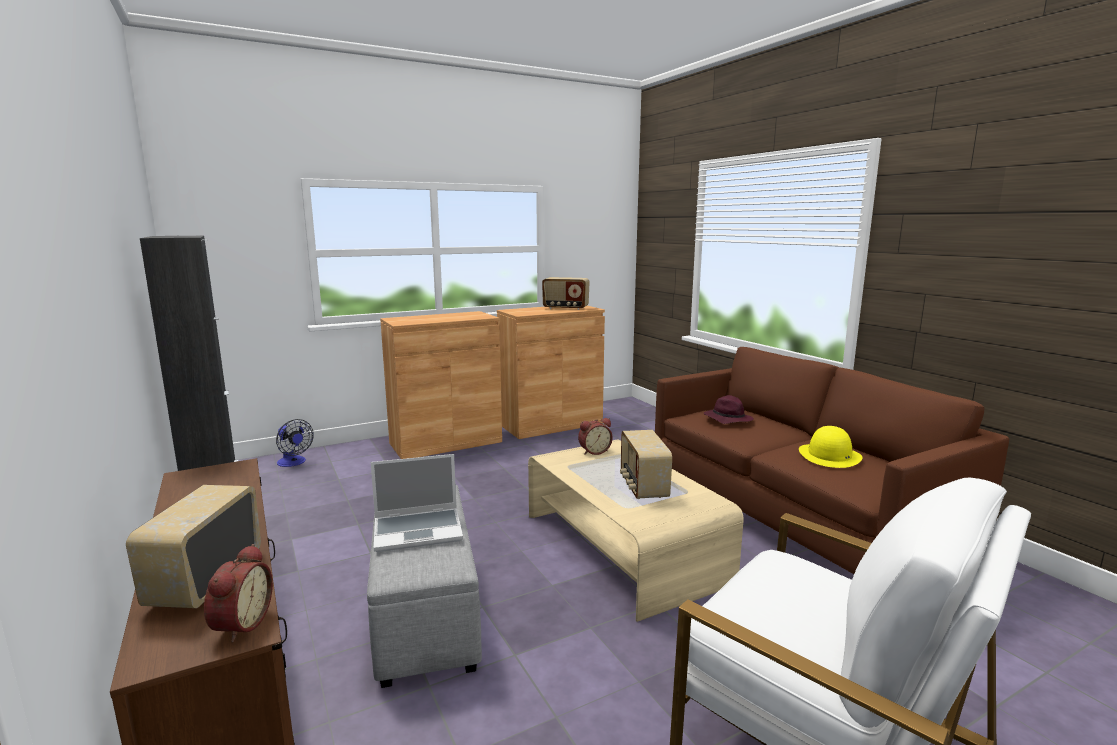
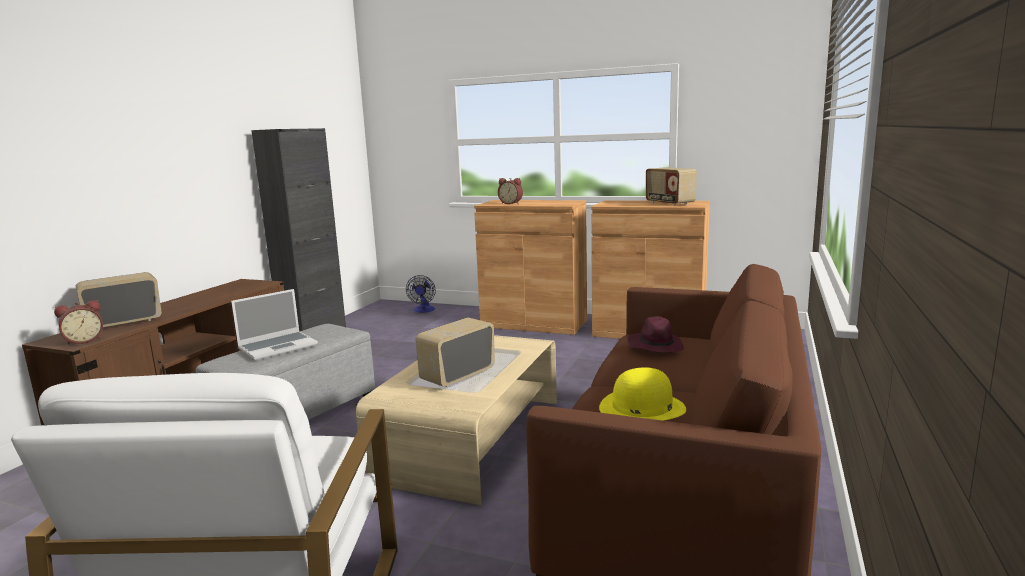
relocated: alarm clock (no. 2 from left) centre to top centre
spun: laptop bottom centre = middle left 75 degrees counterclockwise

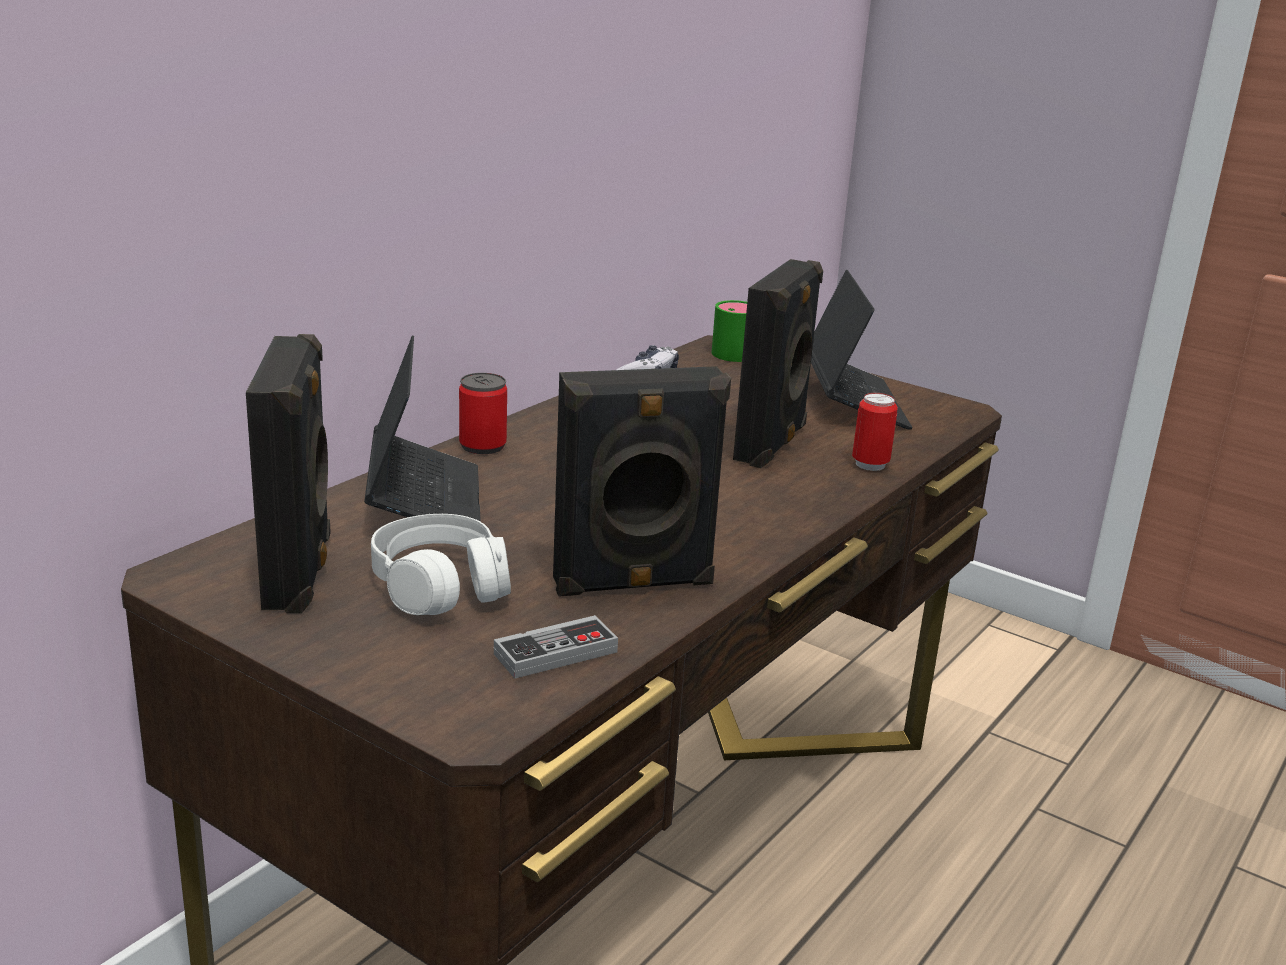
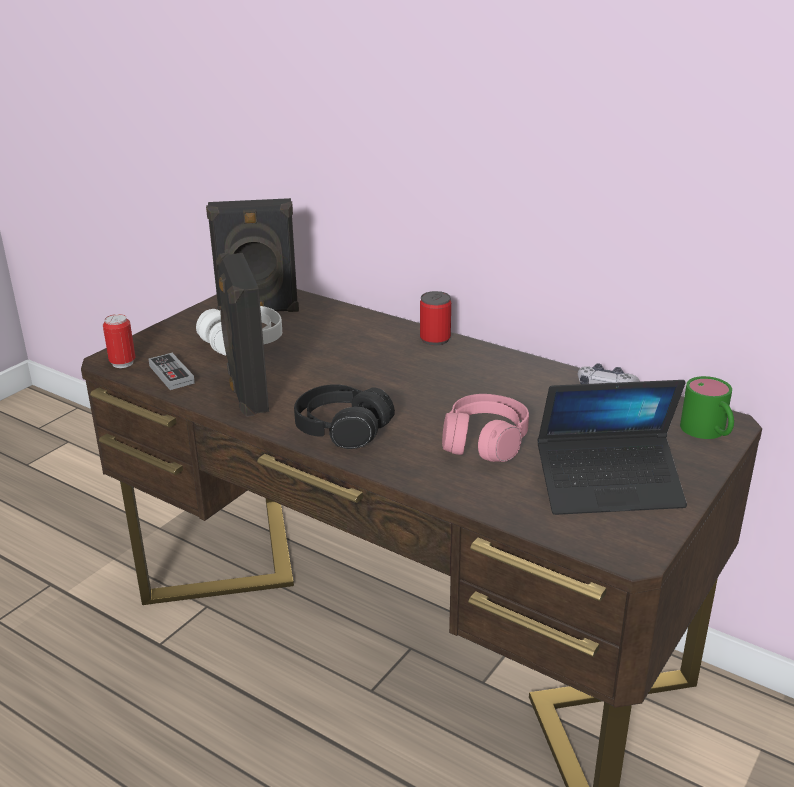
missing: laptop (no. 1 from left) middle left
appeared: black headphones centre
relocated: can (no. 2 from left in the first image) middle right to can (no. 1 from left) middle left
exchanged: black speaker (no. 3 from left) centre to pink headphones centre

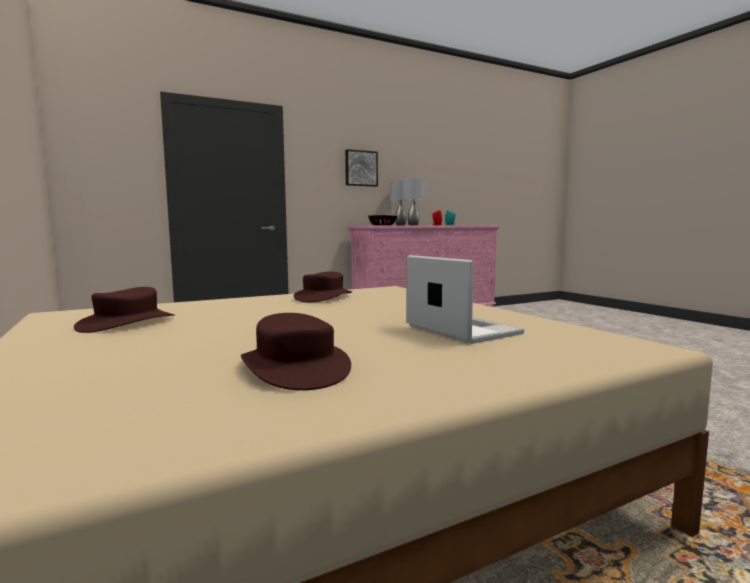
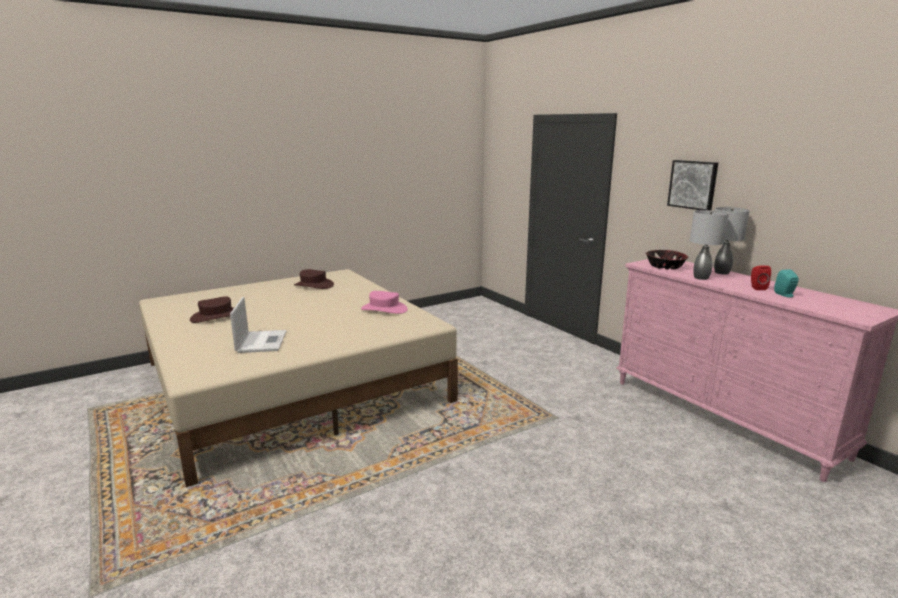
colour: brown hat (no. 3 from left) centre to pink hat centre
spun: laptop centre = middle left 60 degrees counterclockwise

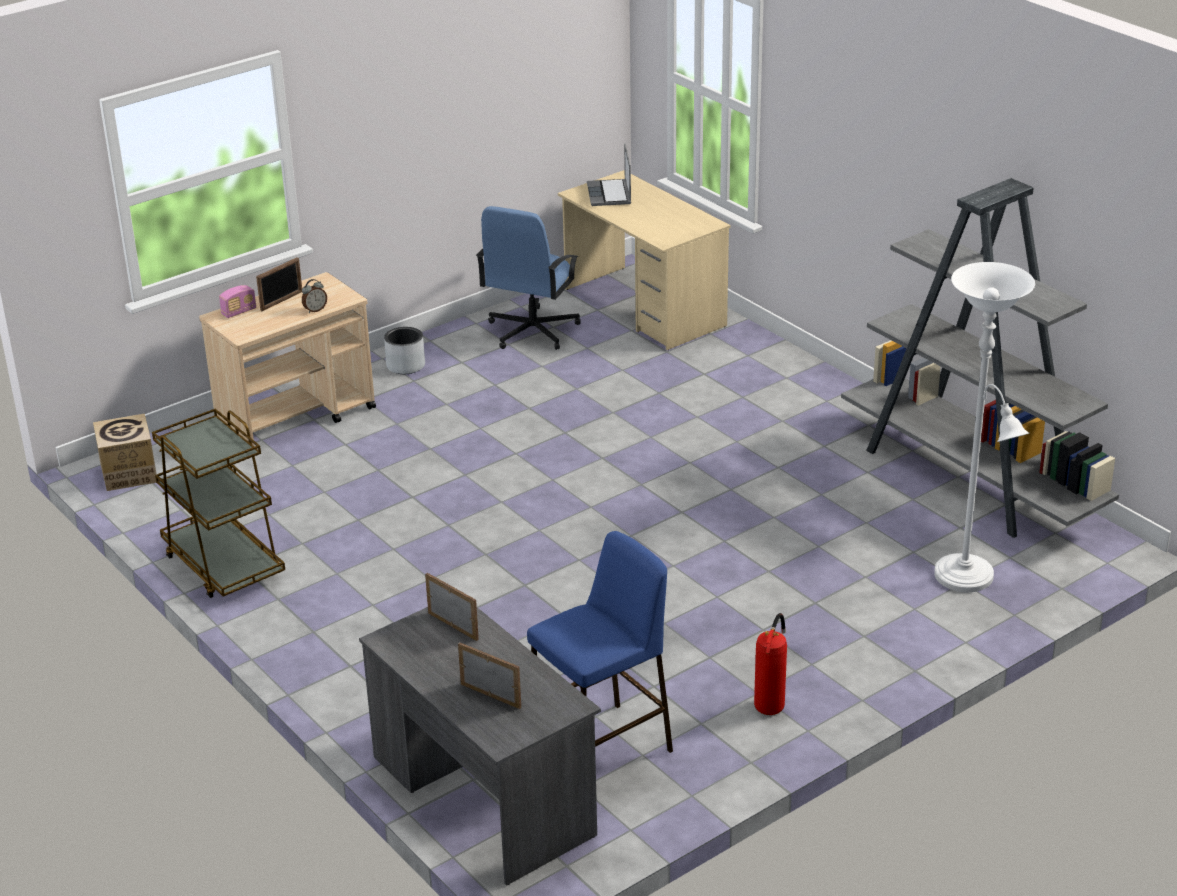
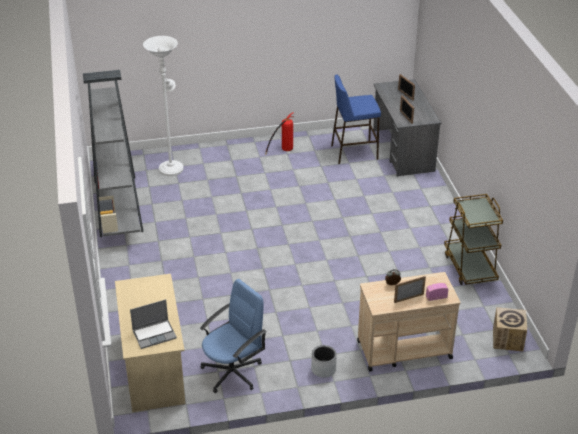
spun: laptop top centre = bottom left 45 degrees clockwise

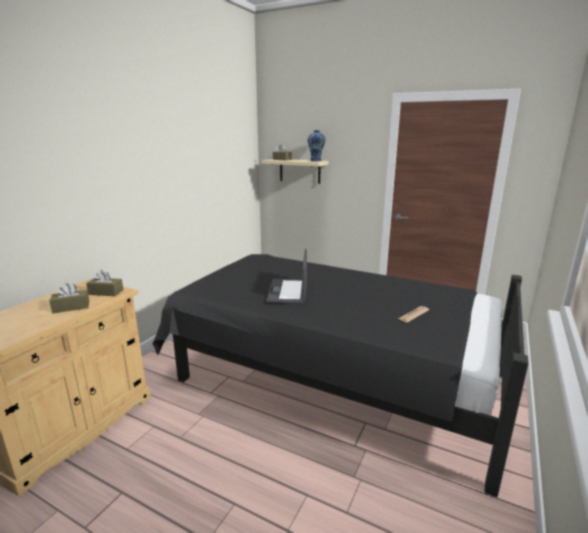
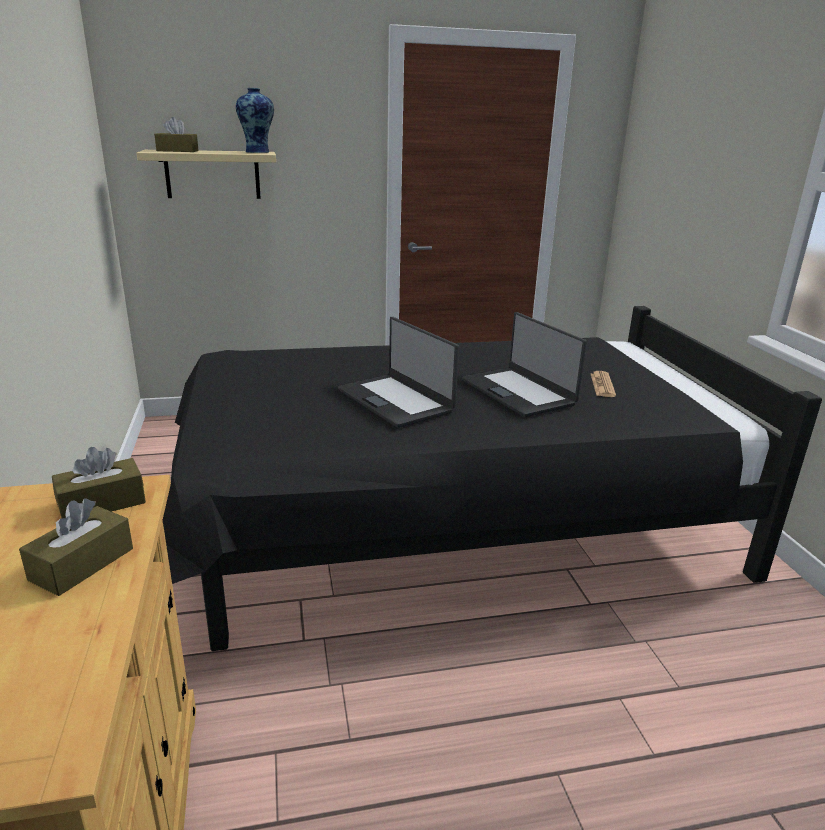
appeared: laptop (no. 2 from left) centre

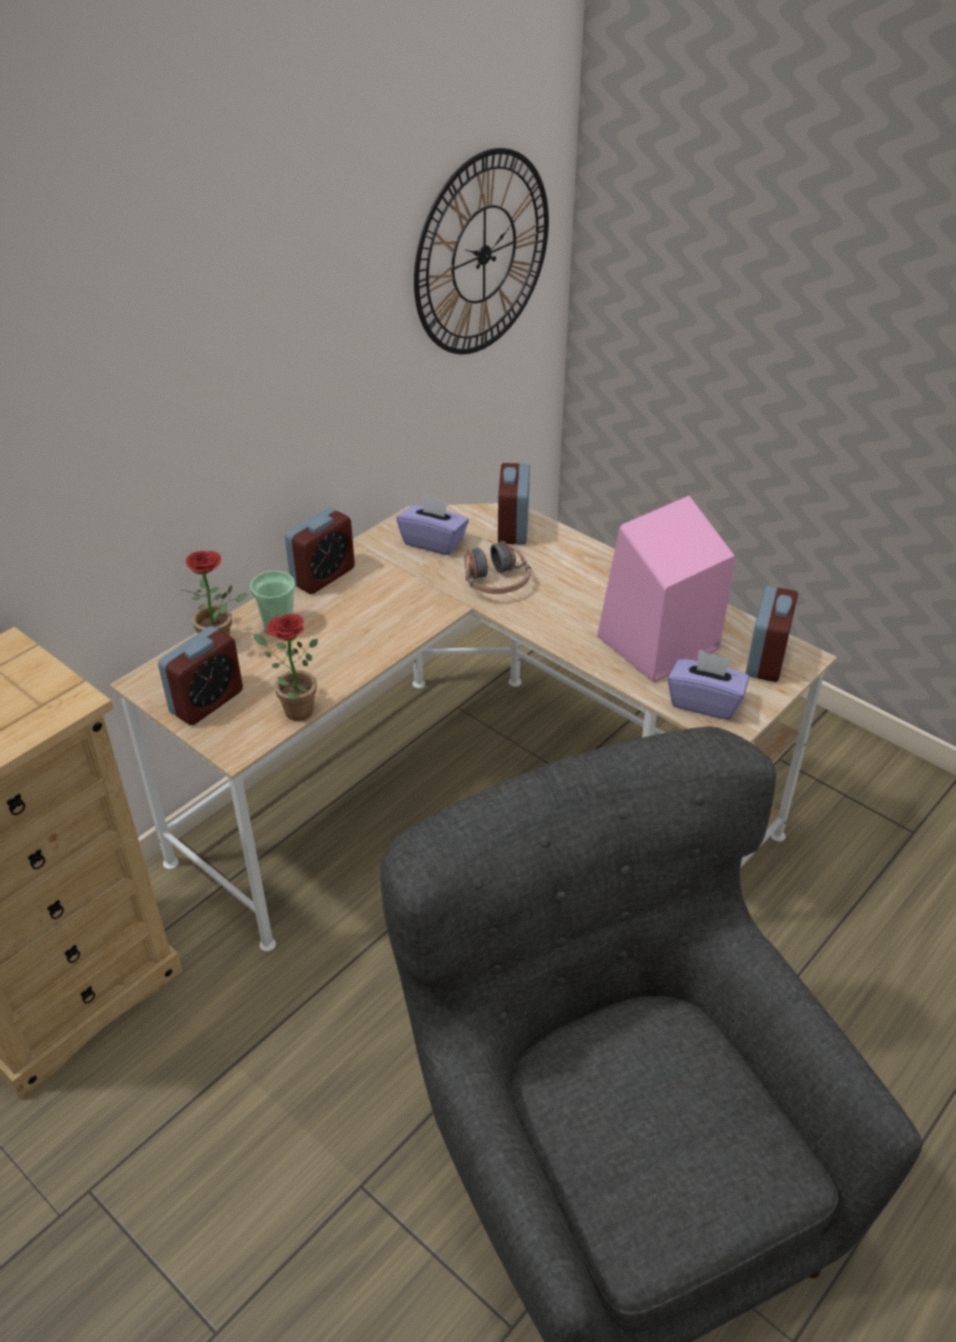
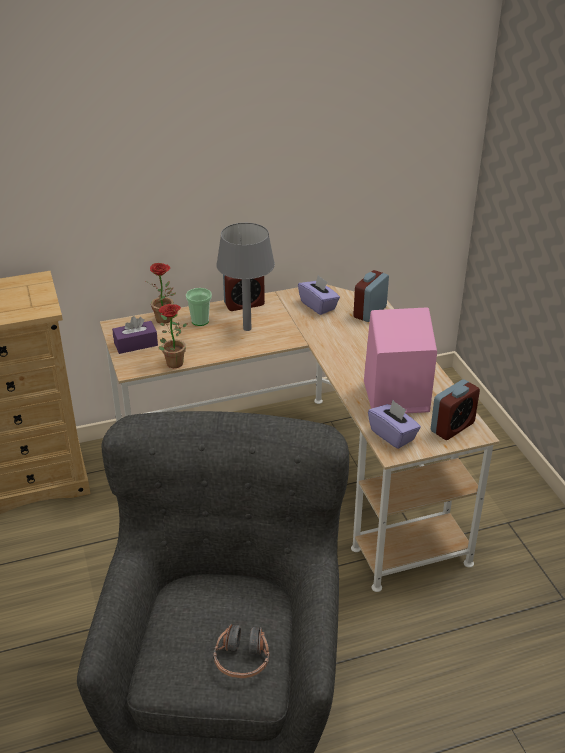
missing: wall clock top centre
appeared: grey table lamp centre
relocated: headphones centre to bottom centre
exchanged: alarm clock (no. 1 from left) middle left to purple tissue box (no. 1 from left) middle left

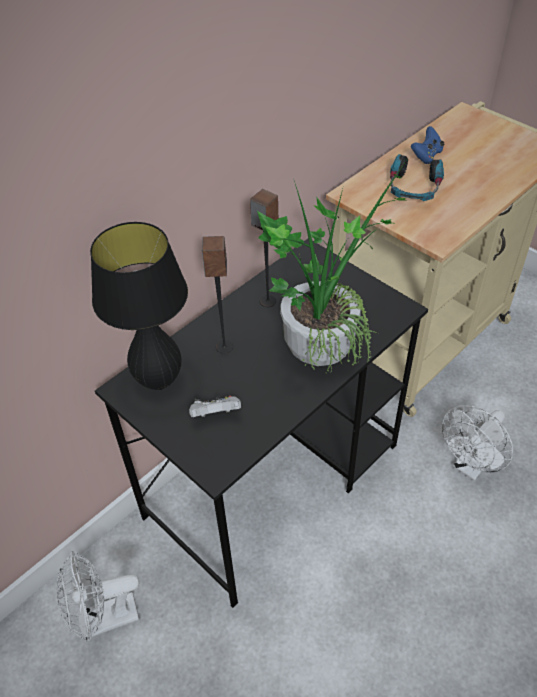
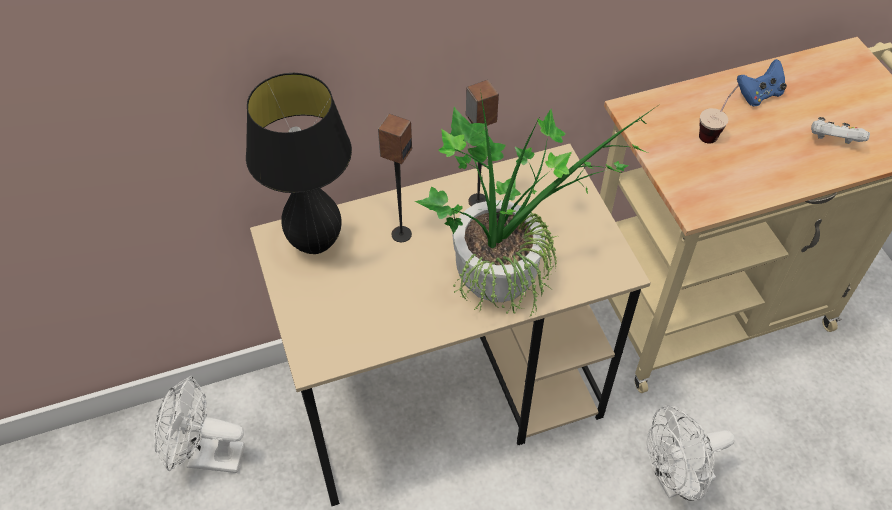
relocated: white game controller centre to top right
exchanged: headphones top right to cup top right
colour: black desk centre to beige desk centre

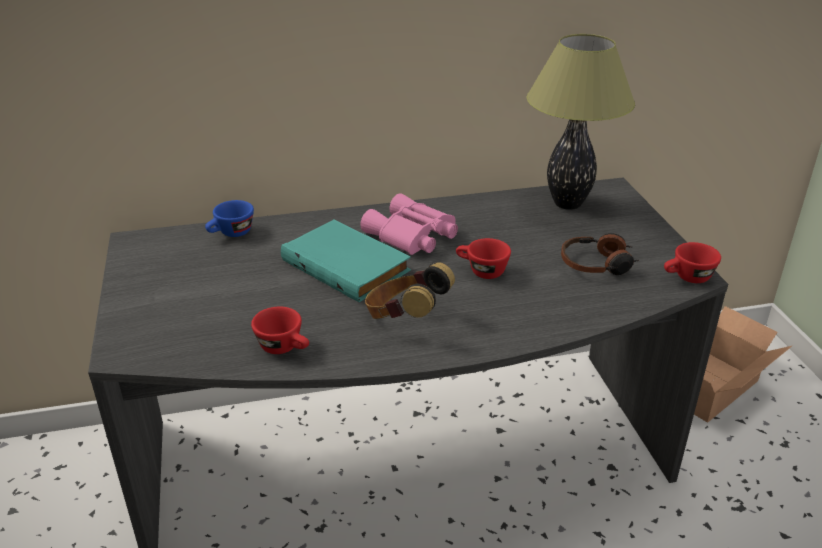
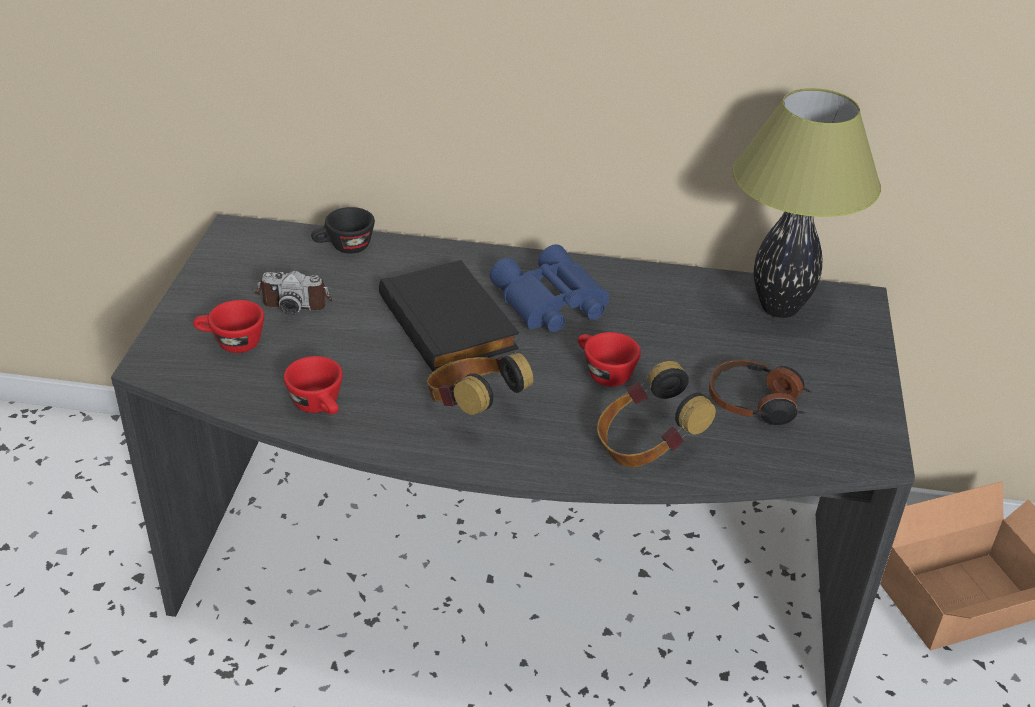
appeared: photo camera middle left; headphones (no. 2 from left) centre
relocated: red cup (no. 3 from left in the first image) middle right to red cup (no. 1 from left) middle left
colour: blue cup middle left to black cup top left; turquoise book centre to black book centre; pink binoculars centre to blue binoculars centre

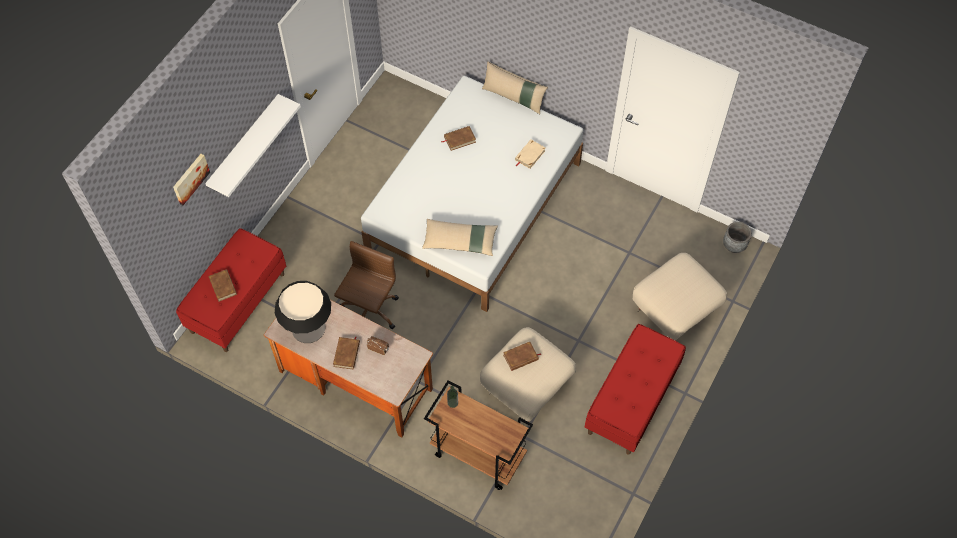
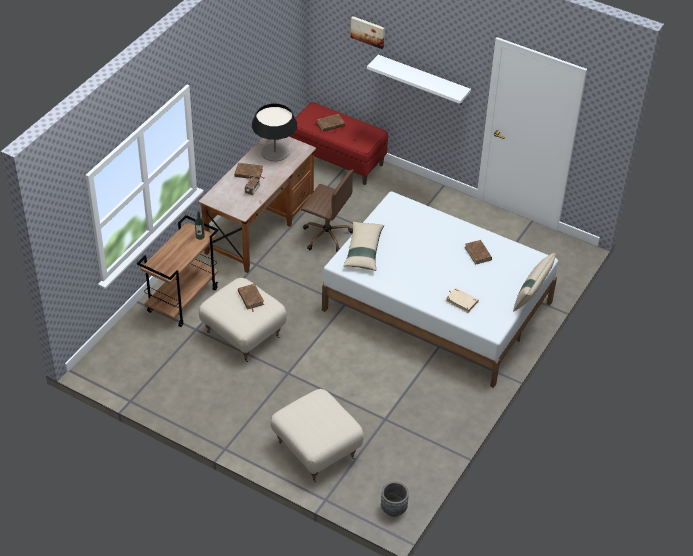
missing: red bench (no. 2 from left) bottom centre

